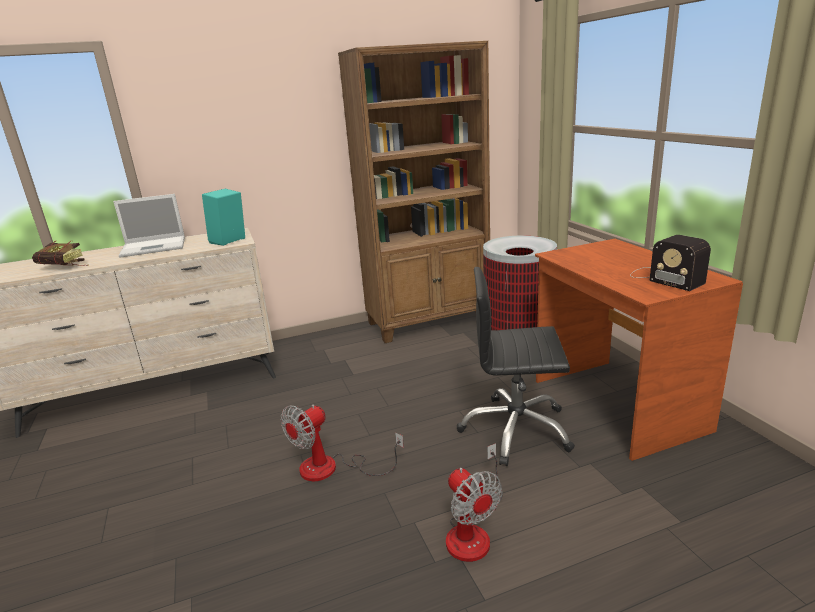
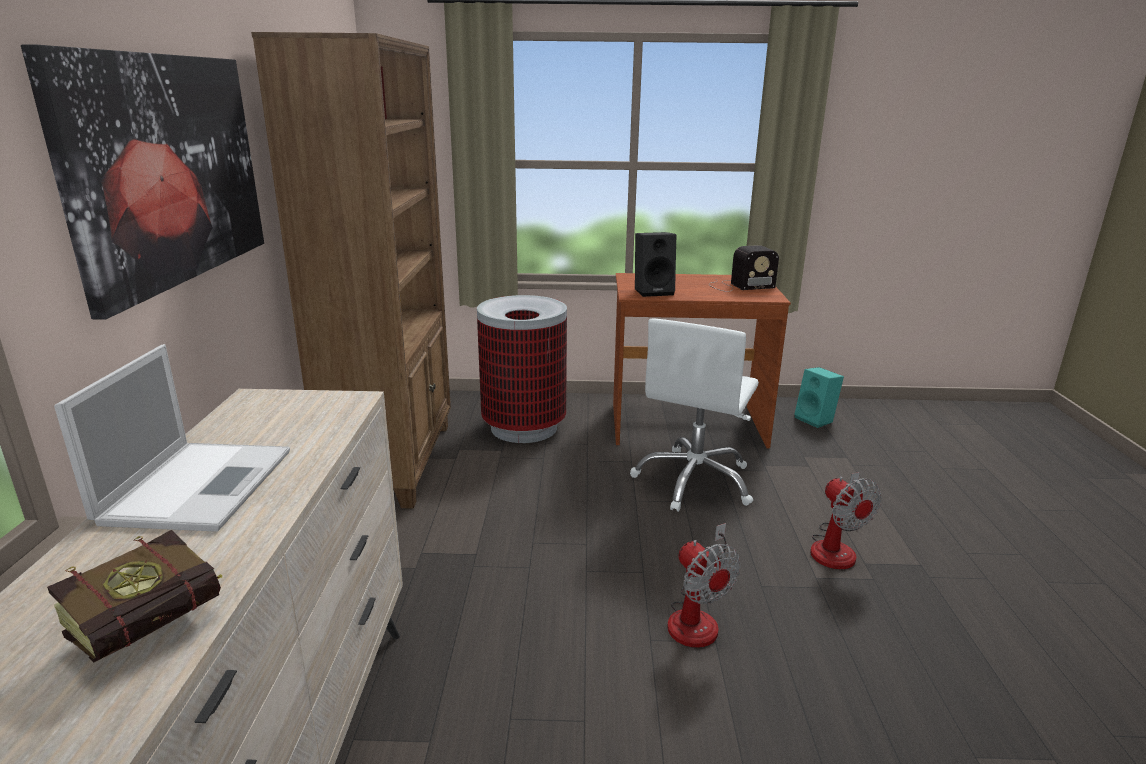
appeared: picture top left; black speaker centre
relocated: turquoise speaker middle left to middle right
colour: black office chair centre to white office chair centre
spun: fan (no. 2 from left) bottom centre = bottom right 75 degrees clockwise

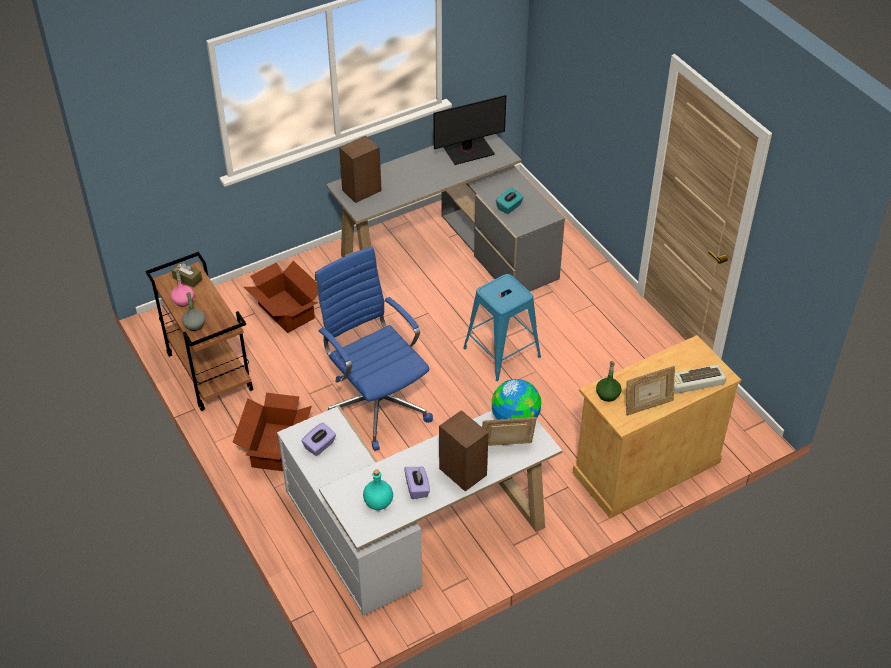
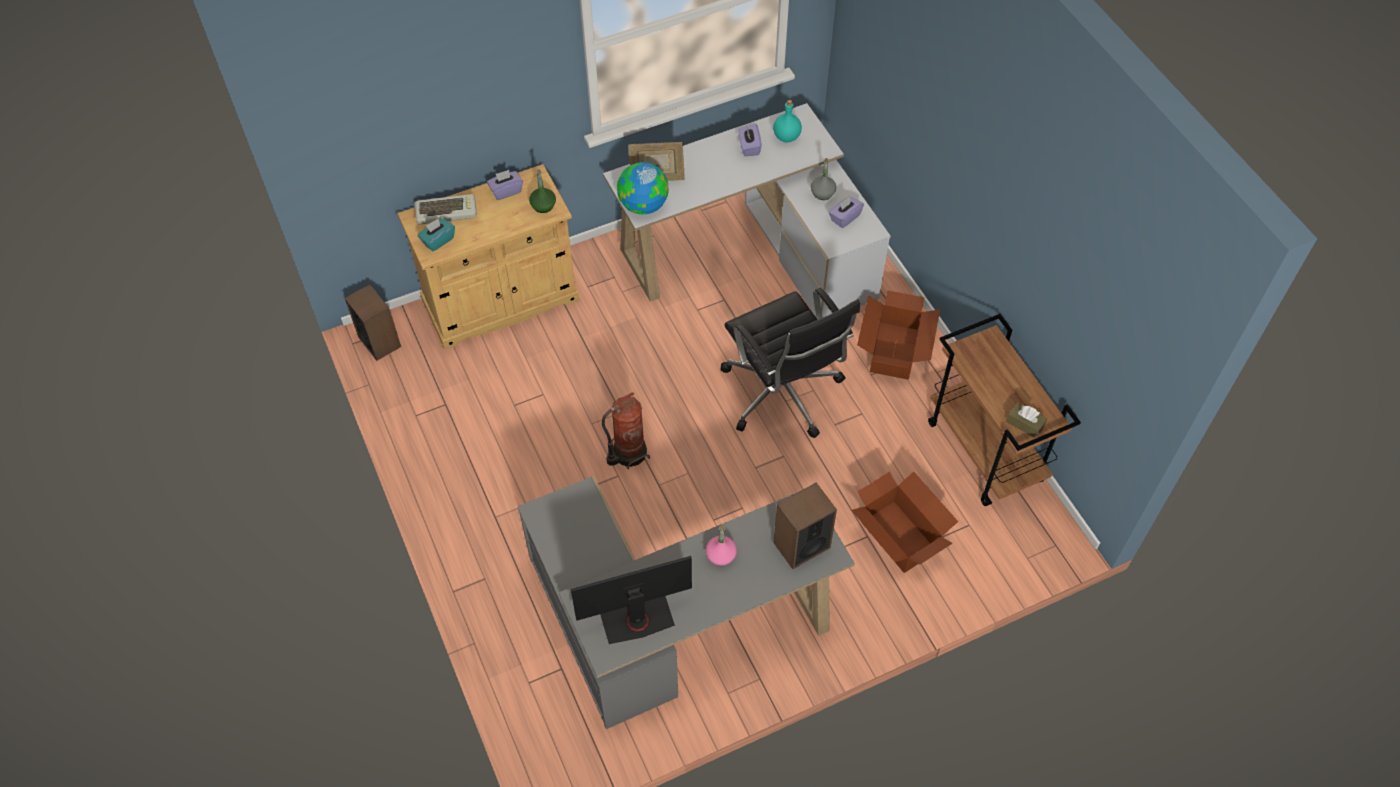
relocated: pink bottle middle left to bottom centre; grey bottle middle left to top centre; speaker (no. 2 from left in the first image) bottom centre to speaker (no. 1 from left) middle left; turquoise tissue box top centre to top left
exchanged: blue stool centre to fire extinguisher centre; picture frame (no. 2 from left) middle right to purple tissue box (no. 1 from left) top centre
colour: blue office chair centre to black office chair centre

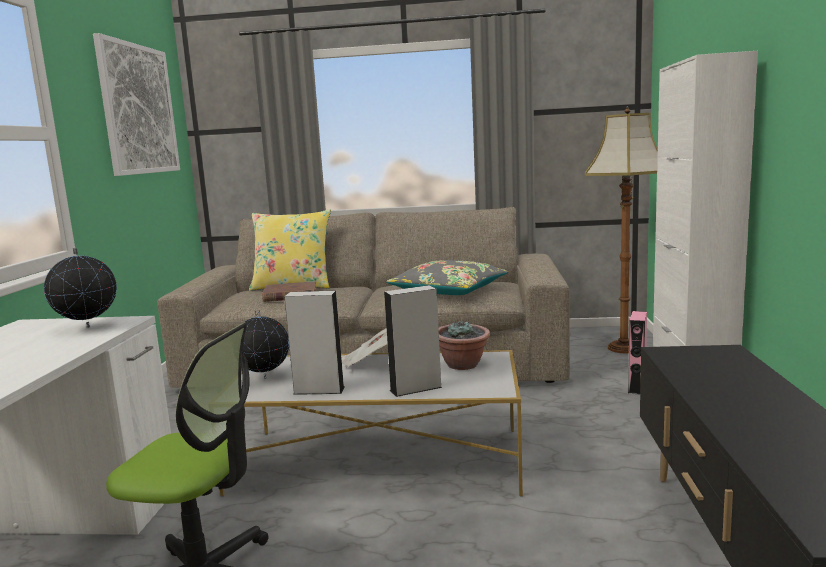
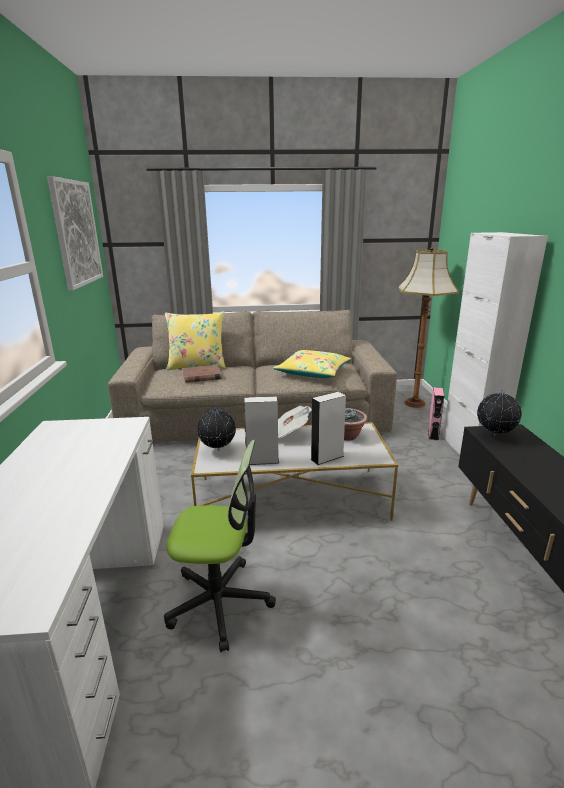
relocated: globe (no. 1 from left in the first image) middle left to globe (no. 2 from left) middle right
colour: grey pillow centre to yellow pillow (no. 2 from left) centre

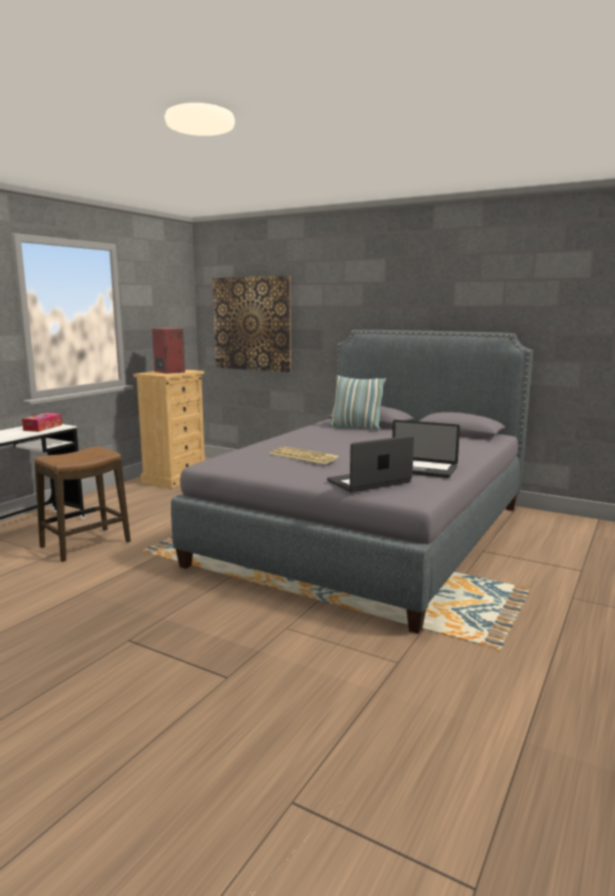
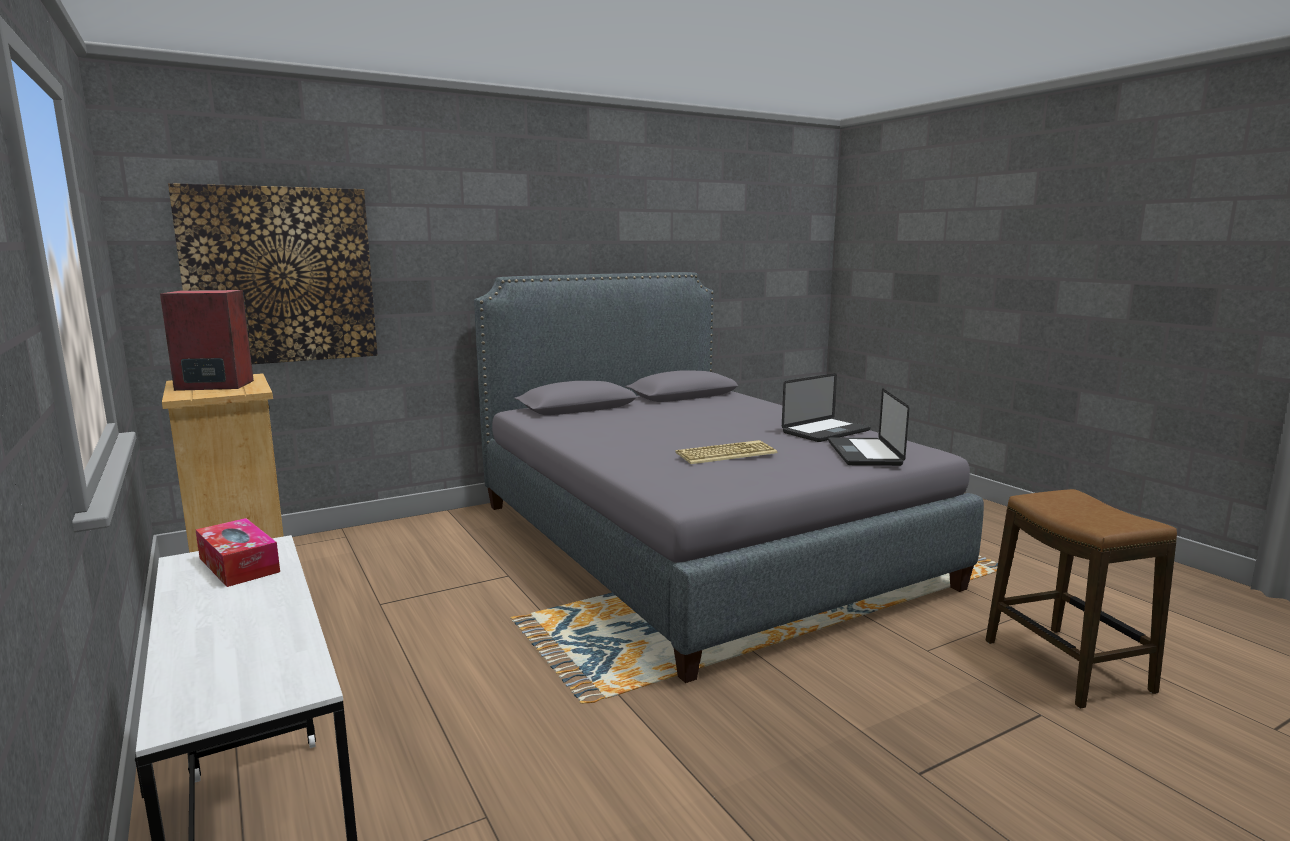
missing: pillow centre
relocated: stool middle left to bottom right

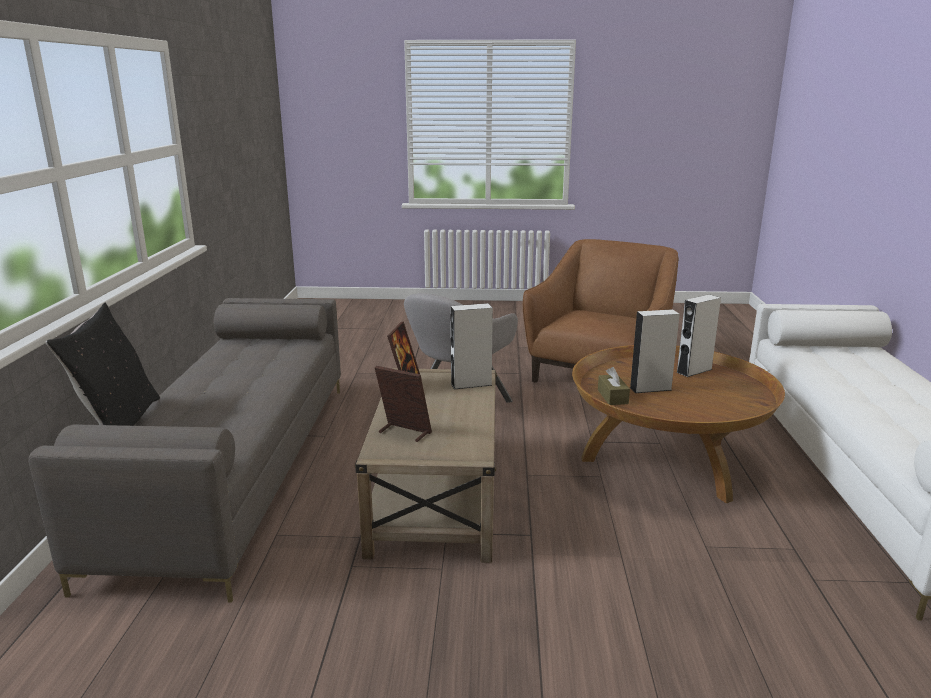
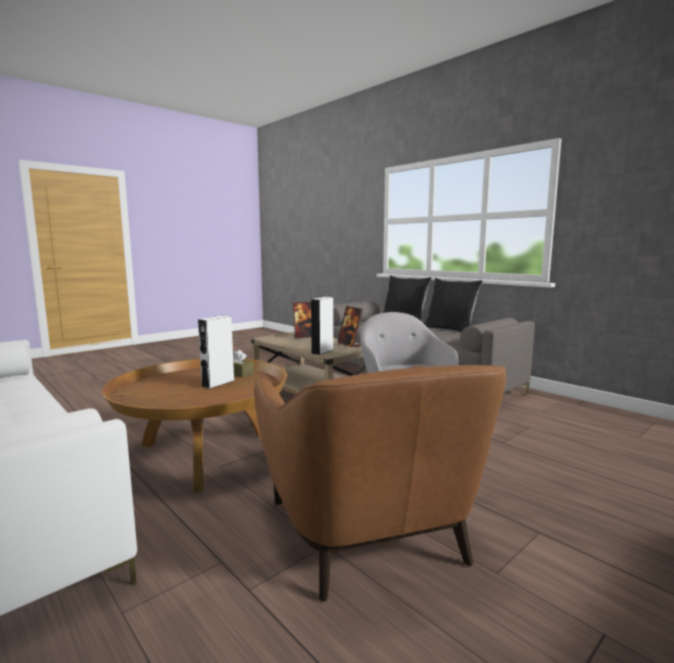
missing: white speaker (no. 3 from left) middle right
appeared: black pillow (no. 2 from left) middle right

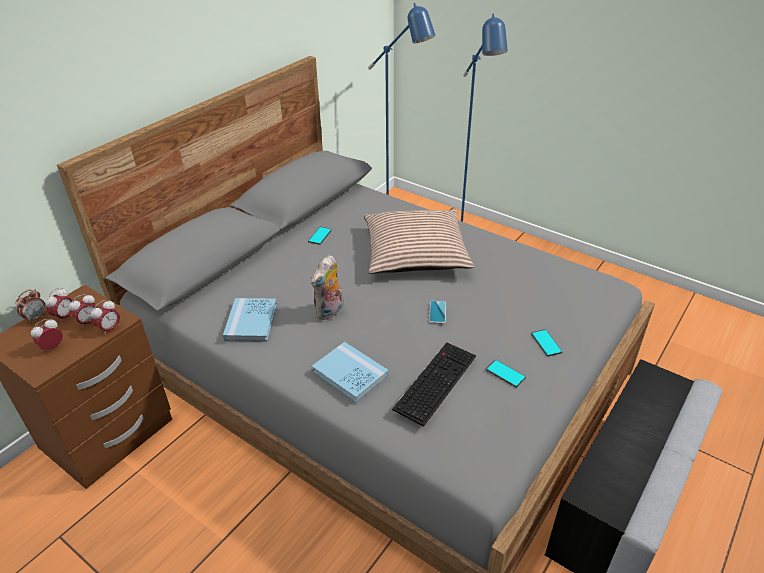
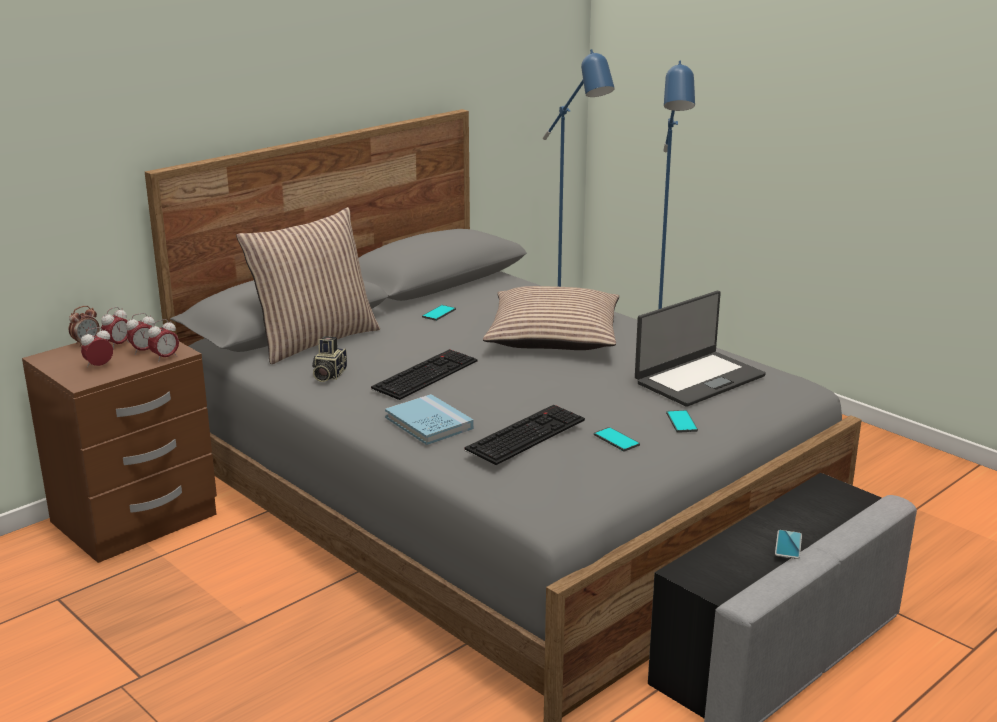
appeared: pillow (no. 1 from left) middle left; laptop middle right
relocated: phone (no. 2 from left in the first image) centre to phone (no. 4 from left) bottom right
exchanged: blue book (no. 1 from left) middle left to photo camera middle left; plush toy centre to keyboard (no. 1 from left) centre

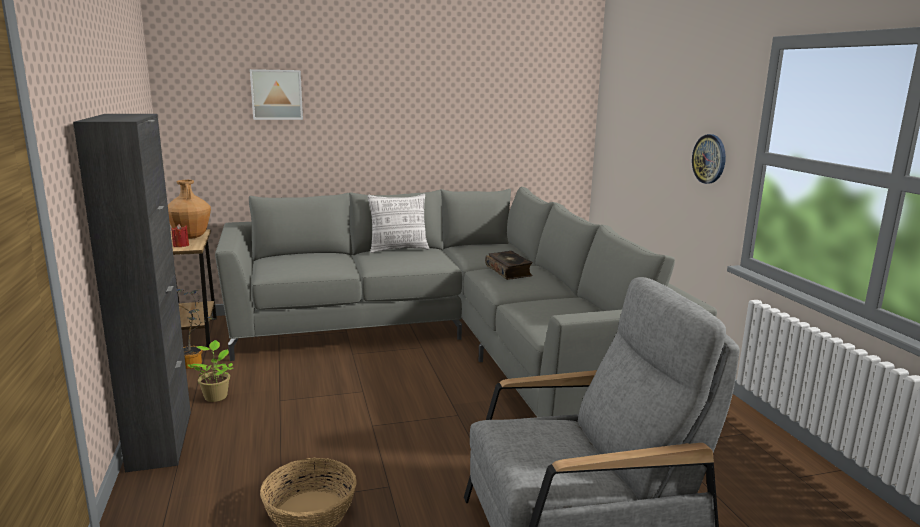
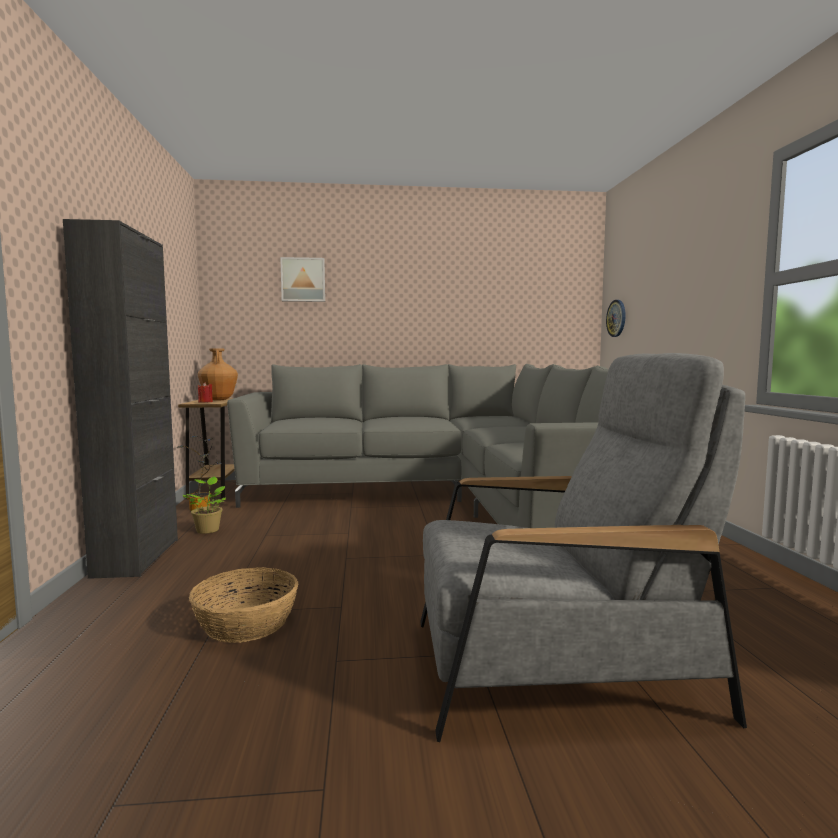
missing: pillow centre; book centre
relocated: wall clock top right to middle right

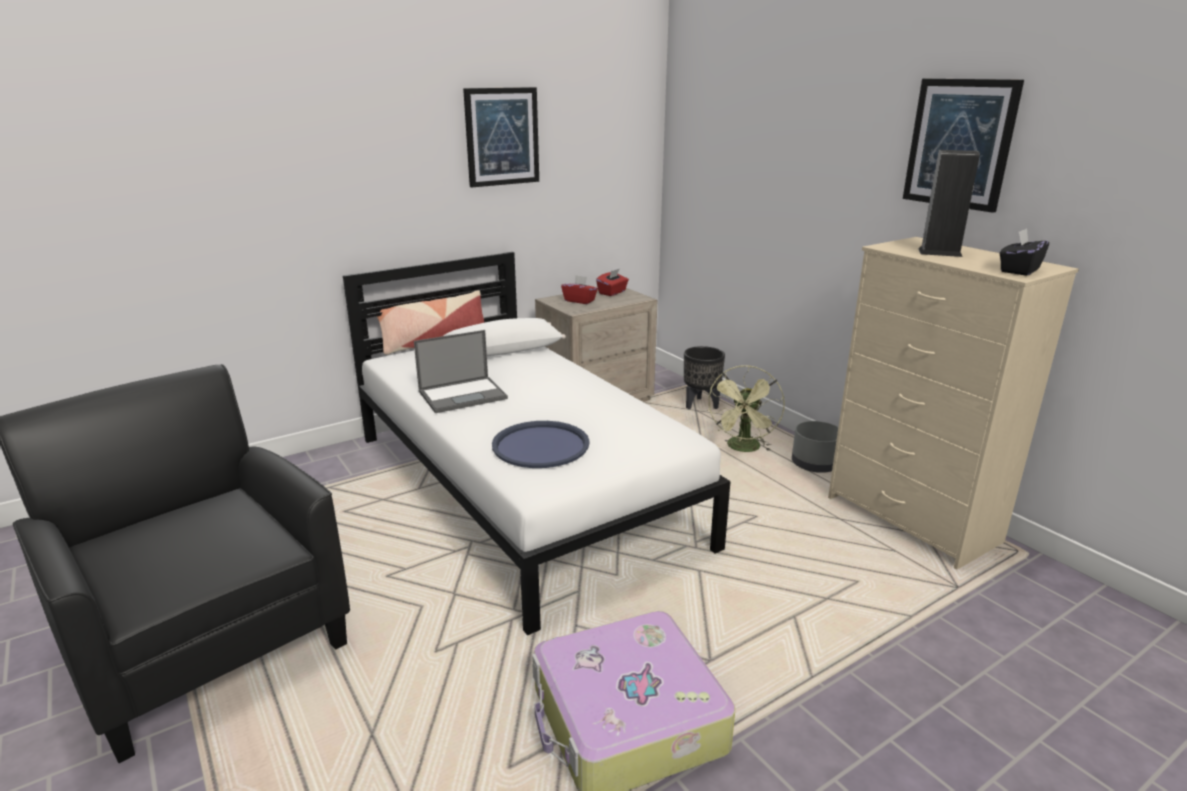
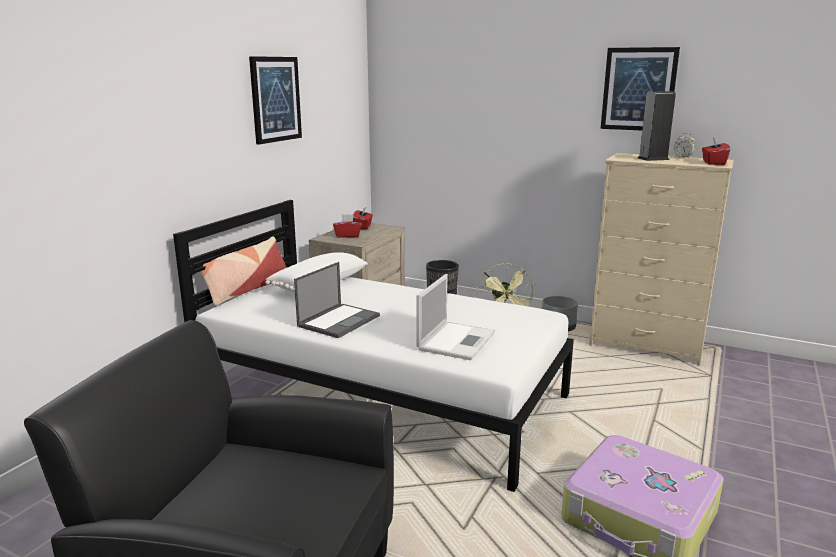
appeared: alarm clock top right
exchanged: blue tray centre to laptop (no. 2 from left) centre
colour: black tissue box top right to red tissue box (no. 3 from left) top right

